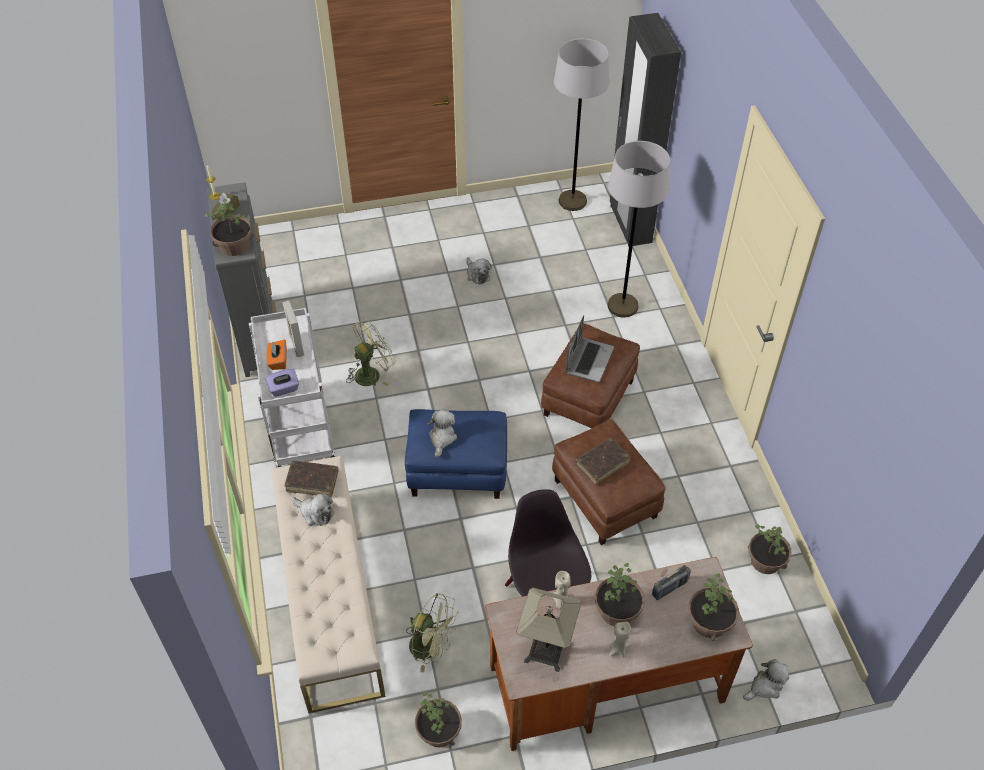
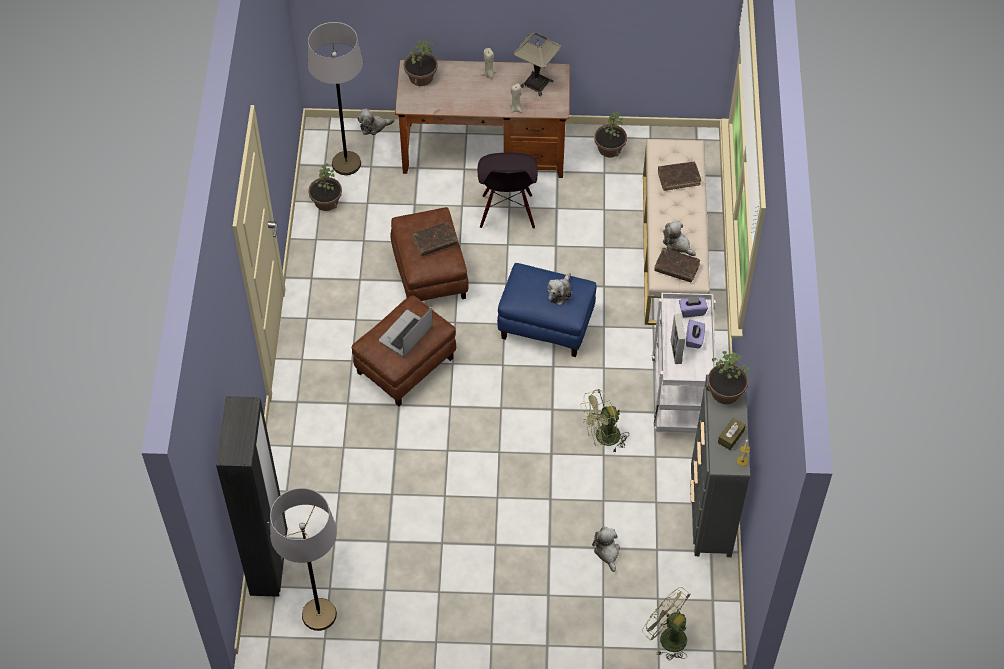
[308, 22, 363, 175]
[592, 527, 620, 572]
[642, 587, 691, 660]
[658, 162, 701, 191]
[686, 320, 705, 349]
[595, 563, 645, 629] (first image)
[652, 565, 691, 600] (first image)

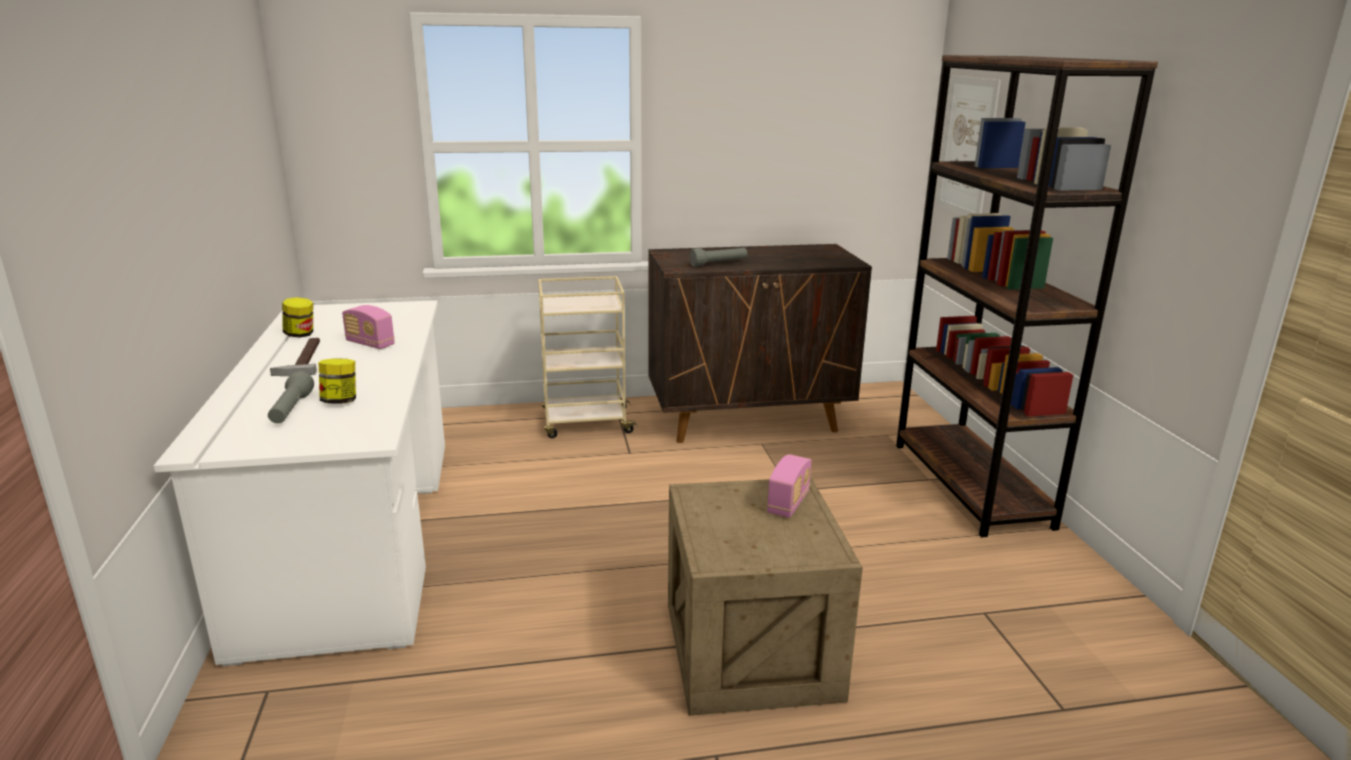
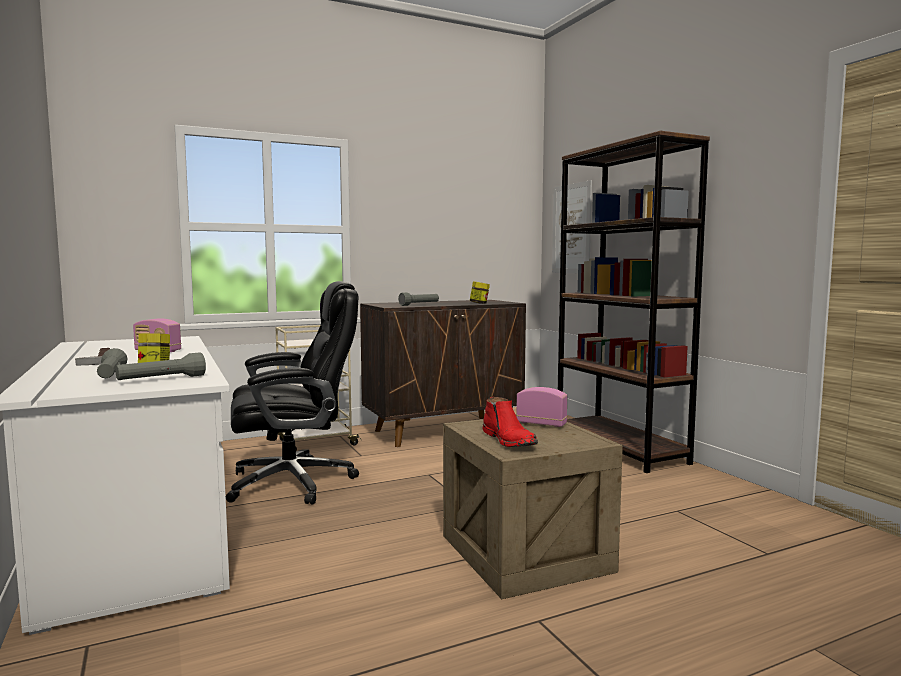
[115, 352, 206, 380]
[226, 281, 359, 505]
[470, 281, 490, 304]
[483, 397, 538, 447]
[516, 387, 567, 427]

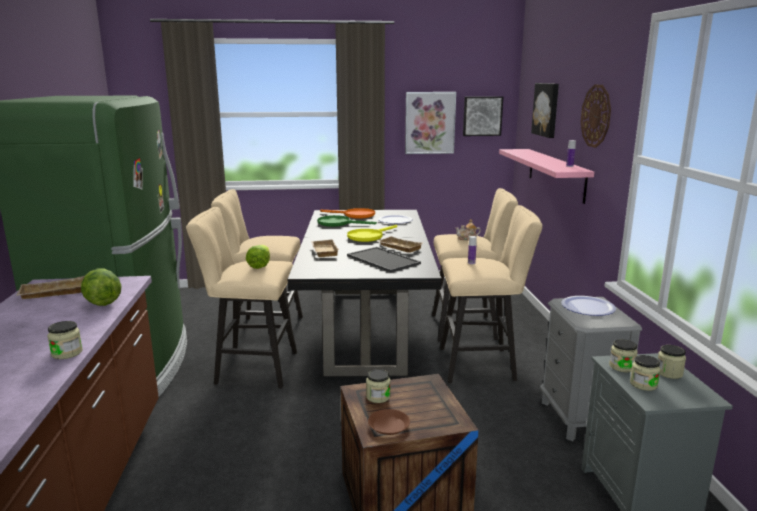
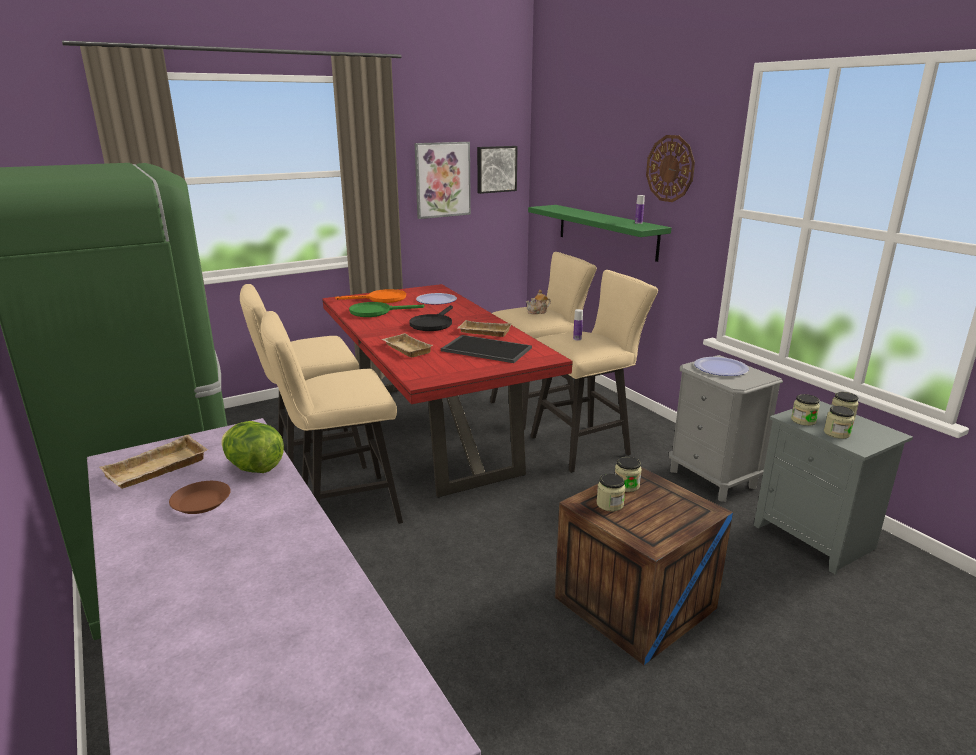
[169, 481, 231, 514]
[322, 284, 573, 498]
[409, 305, 453, 331]
[528, 205, 672, 262]
[615, 456, 642, 492]
[246, 245, 270, 269] (first image)
[531, 83, 559, 138] (first image)

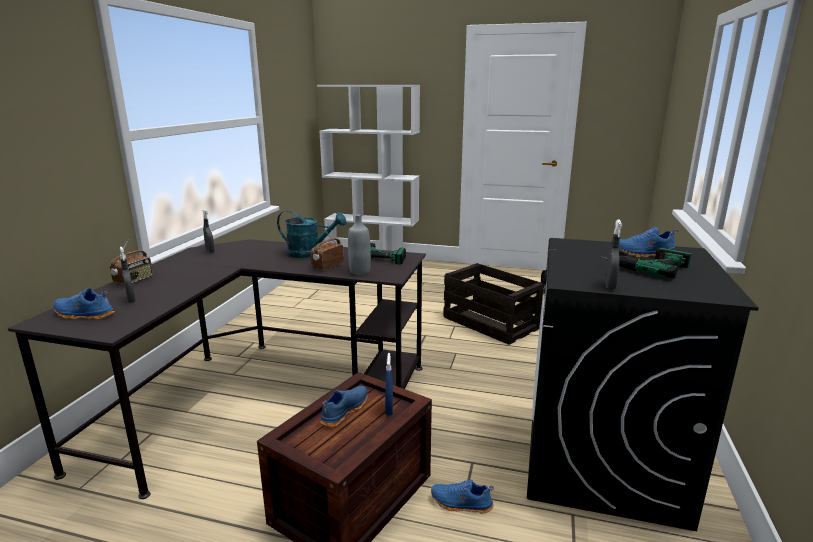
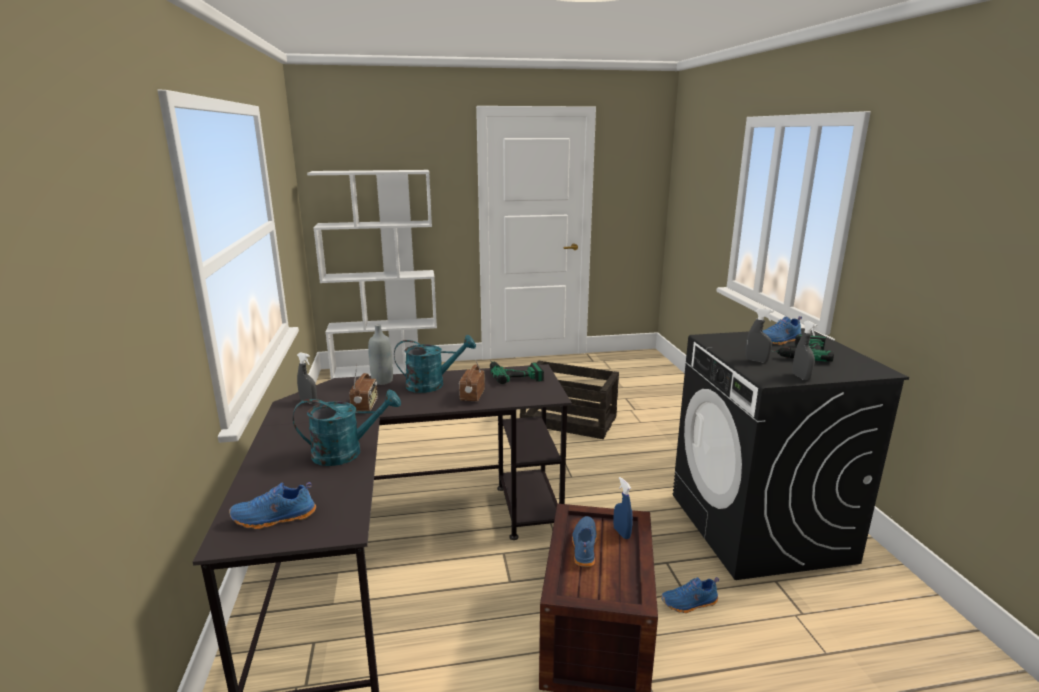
[293, 390, 401, 466]
[349, 364, 378, 411]
[368, 324, 393, 385]
[745, 308, 774, 363]

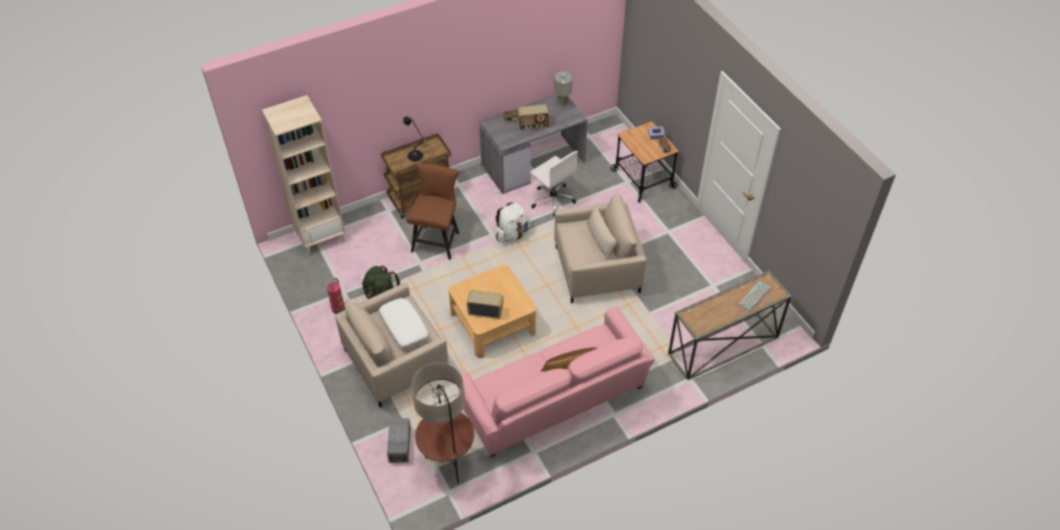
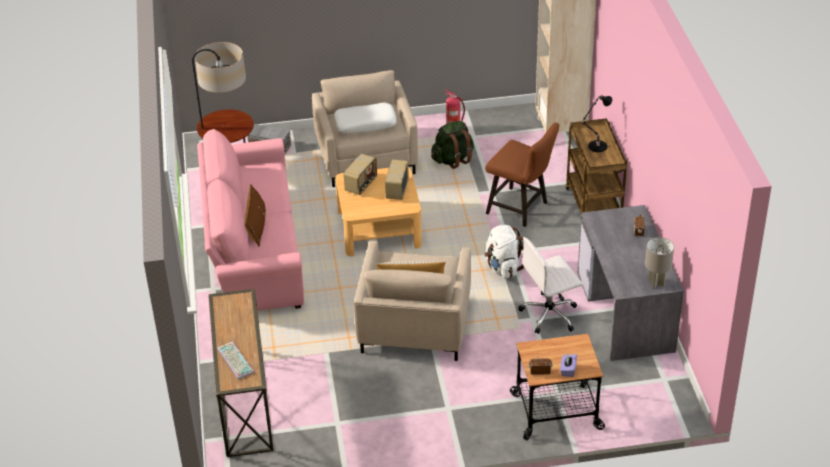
[385, 159, 409, 200]

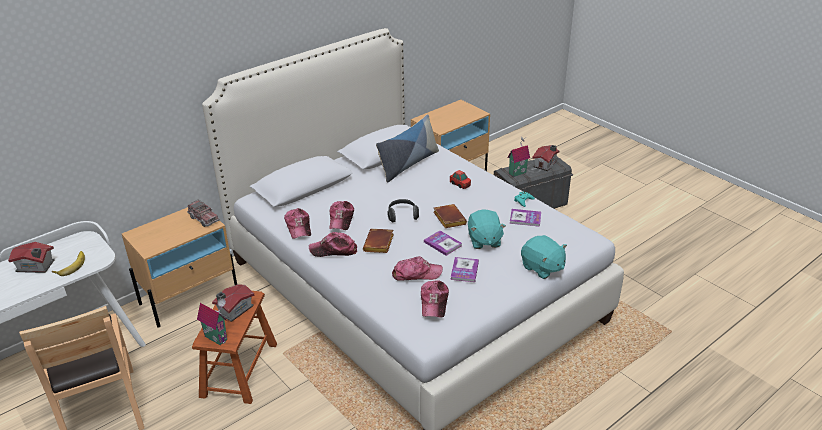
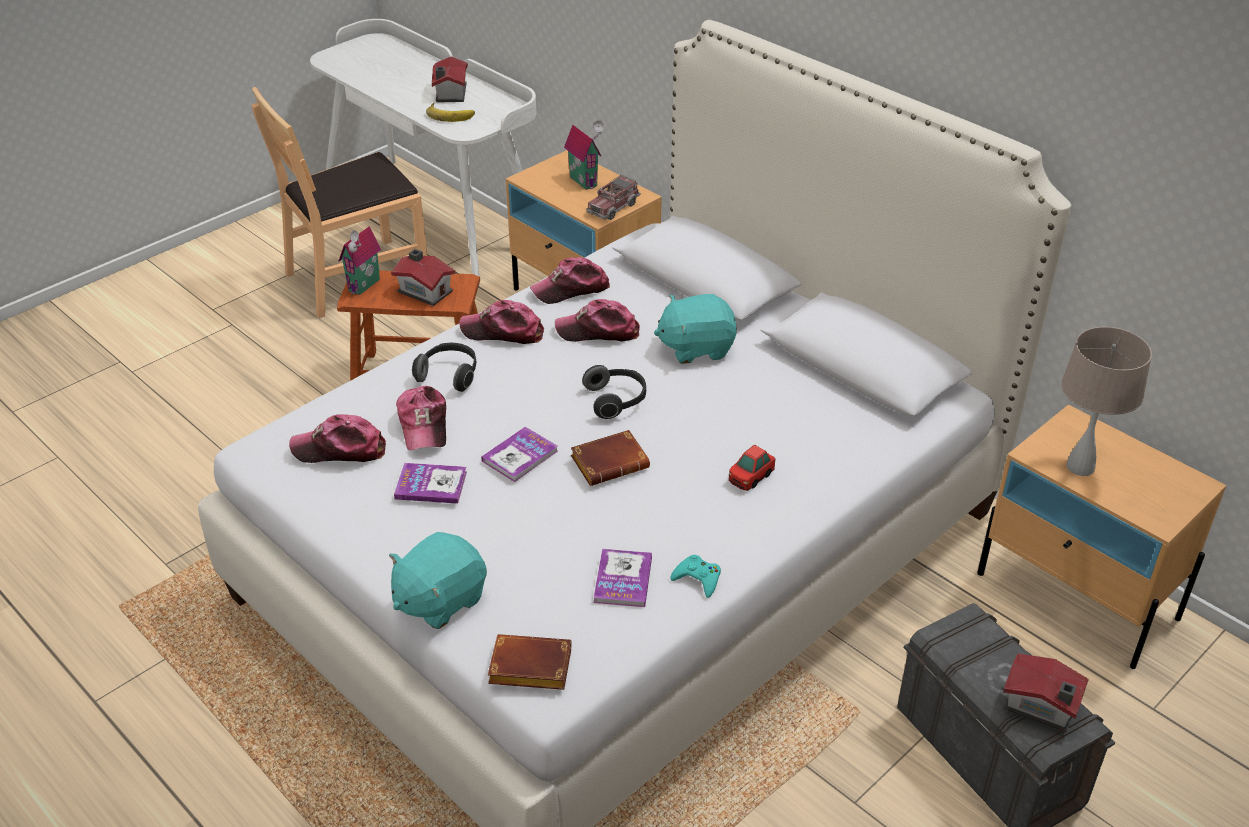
[412, 343, 476, 392]
[459, 300, 544, 344]
[488, 634, 572, 690]
[564, 120, 604, 190]
[654, 294, 737, 364]
[1061, 327, 1152, 476]
[376, 114, 439, 182] (first image)

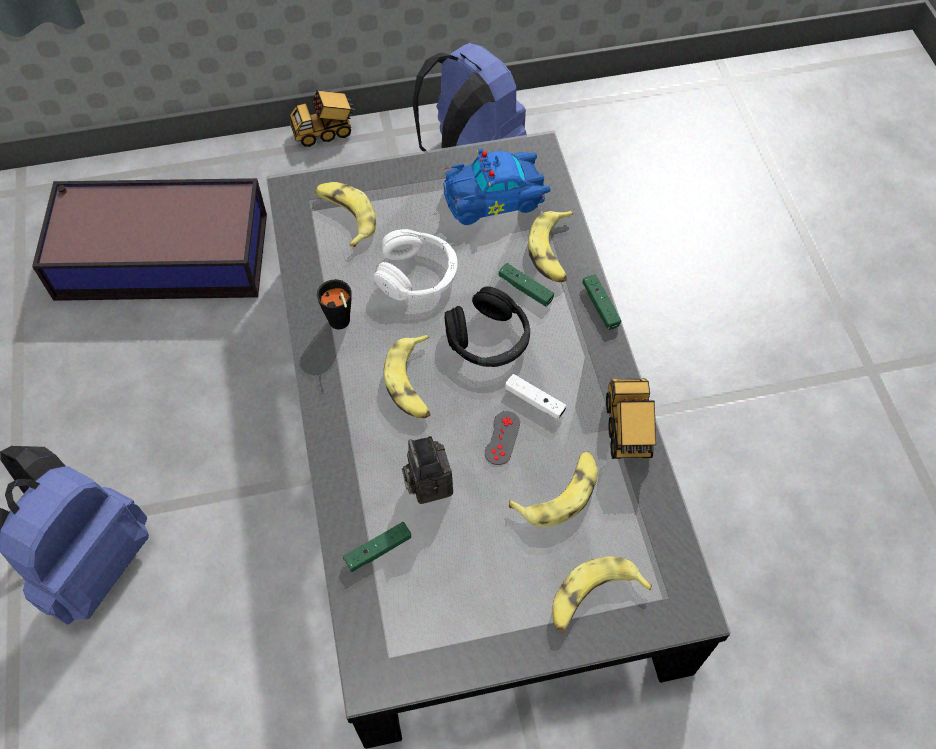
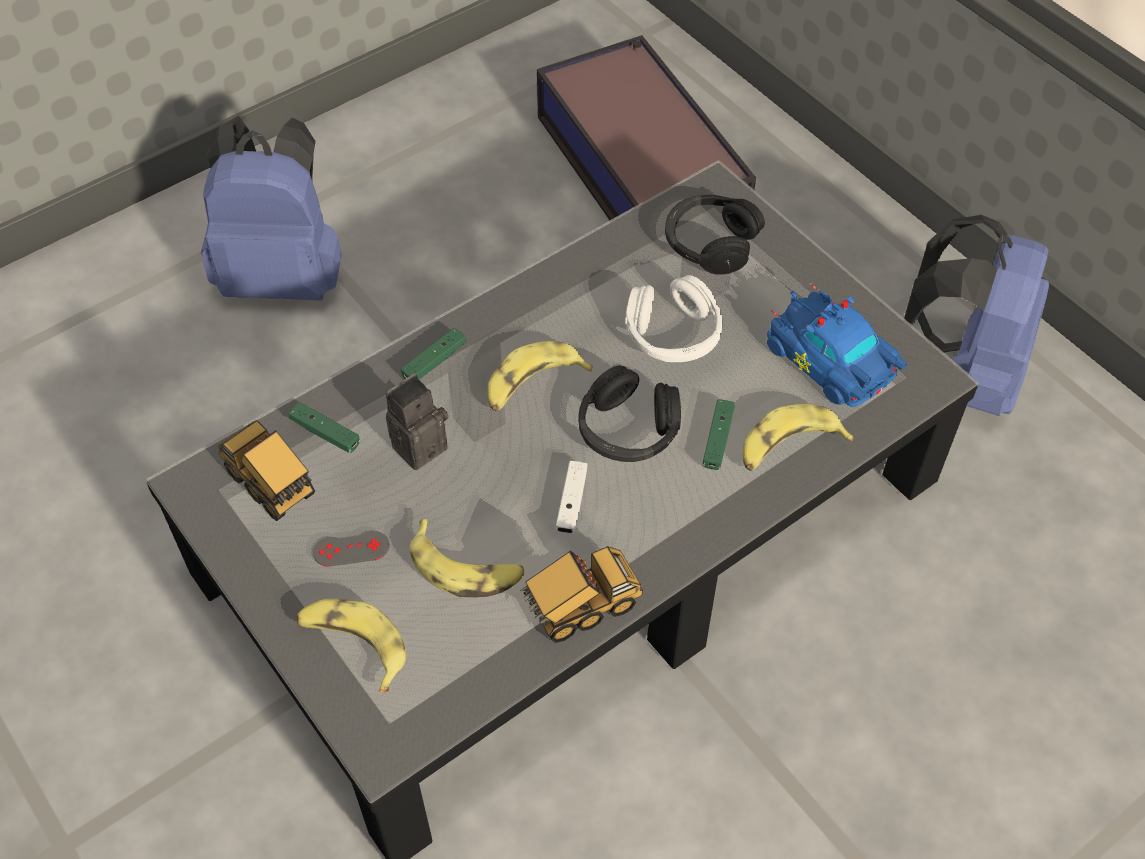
[218, 420, 315, 521]
[313, 531, 389, 566]
[401, 328, 466, 379]
[665, 195, 765, 275]
[317, 279, 352, 330] (first image)

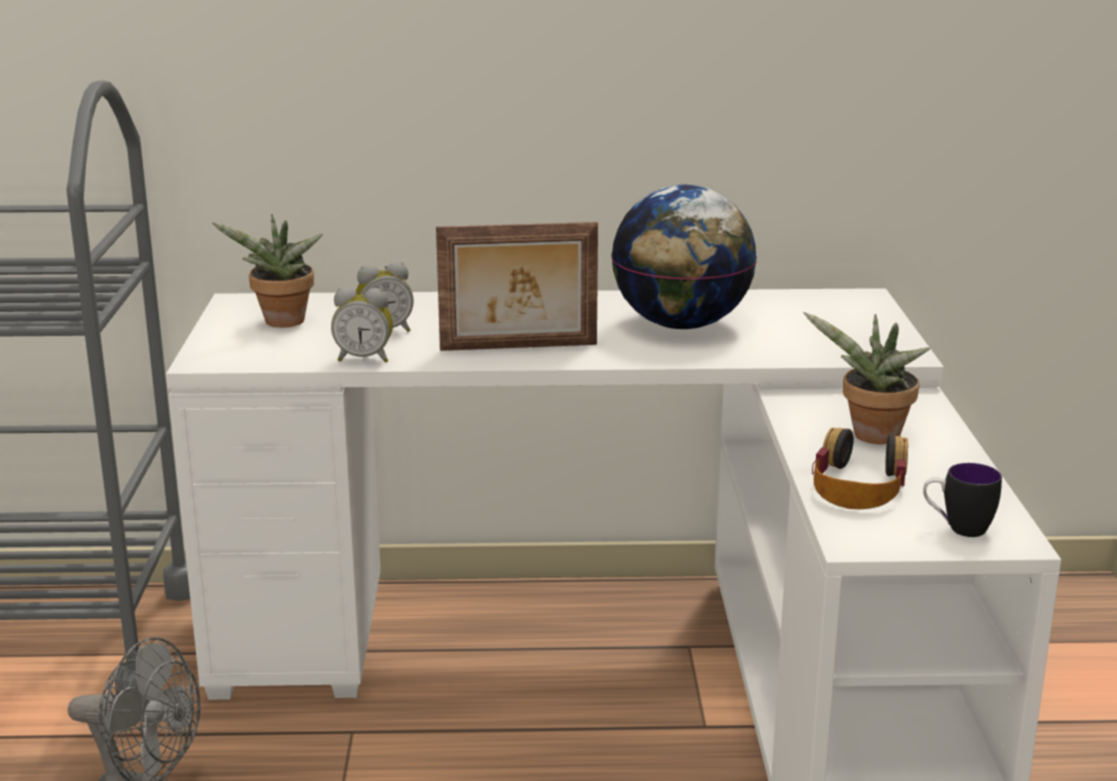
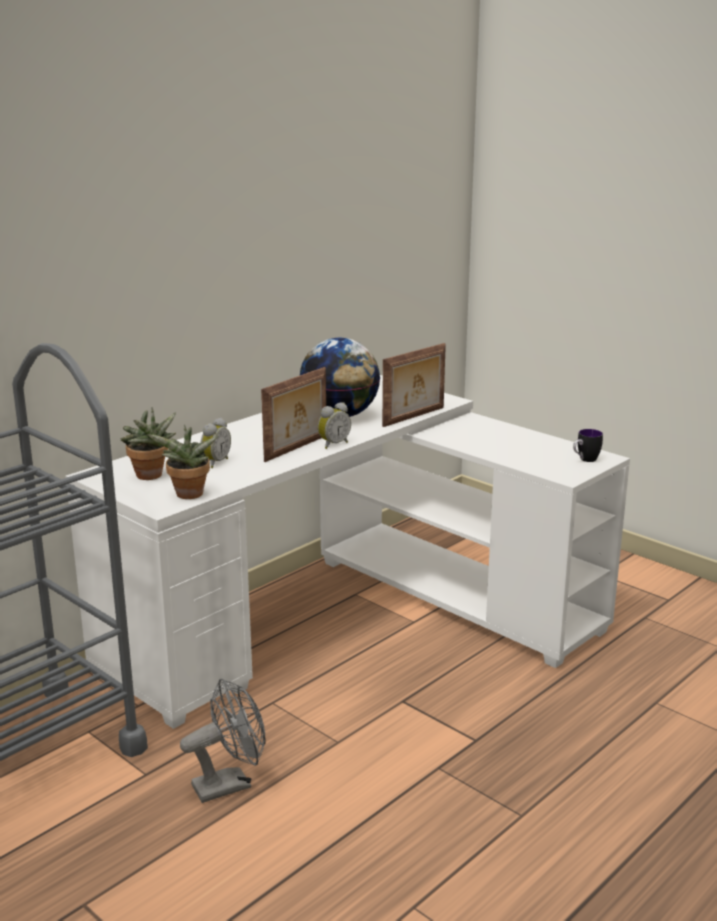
[147, 425, 218, 499]
[318, 402, 351, 449]
[382, 343, 446, 427]
[812, 428, 908, 509] (first image)

